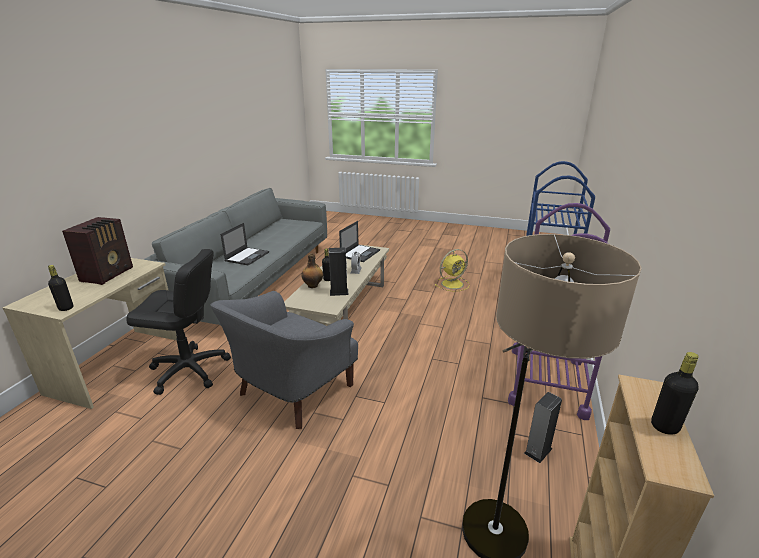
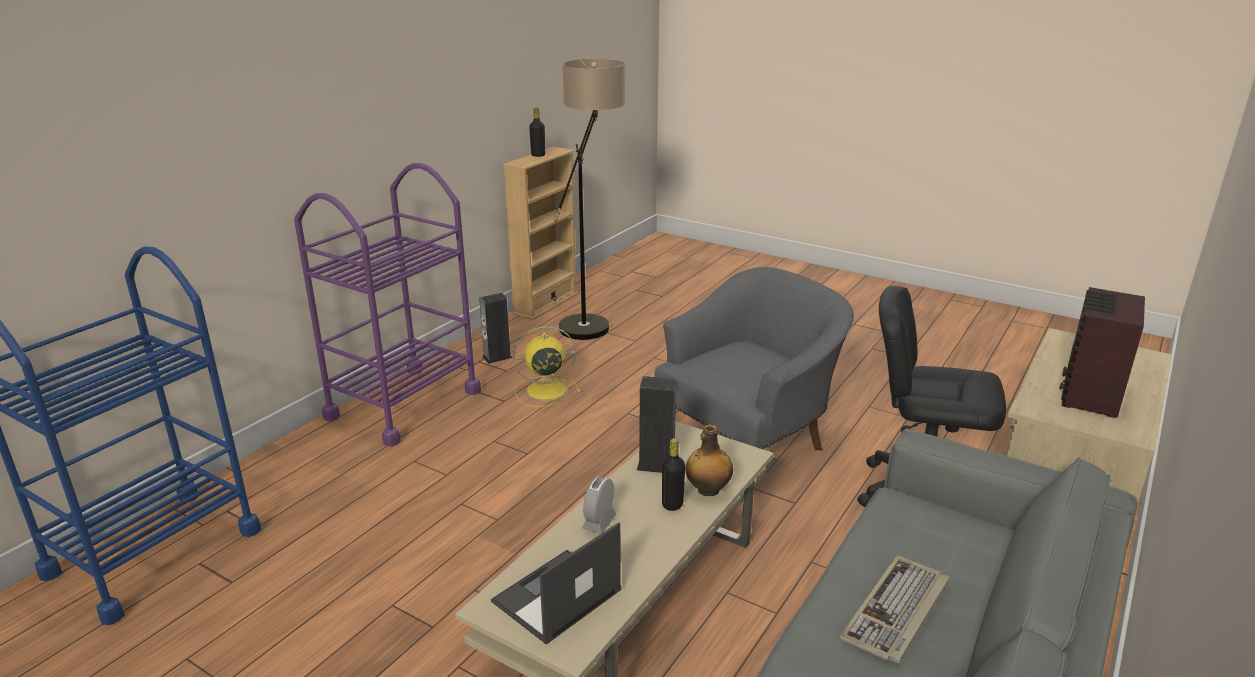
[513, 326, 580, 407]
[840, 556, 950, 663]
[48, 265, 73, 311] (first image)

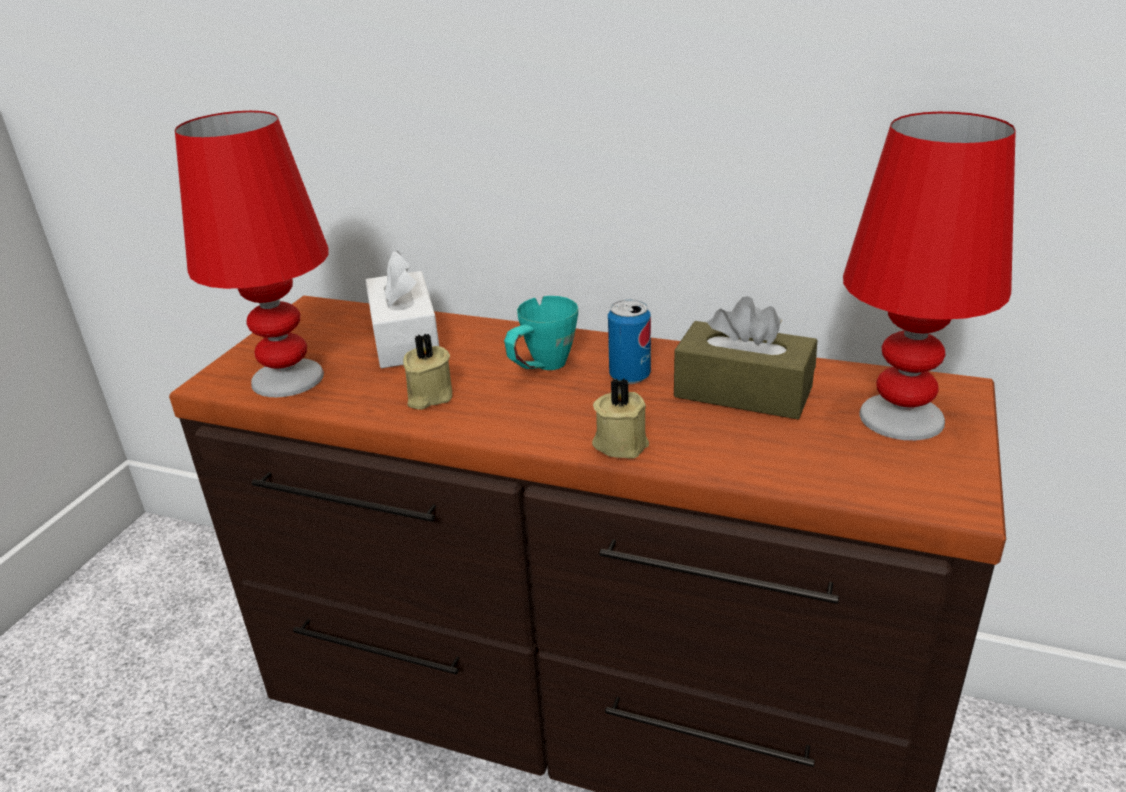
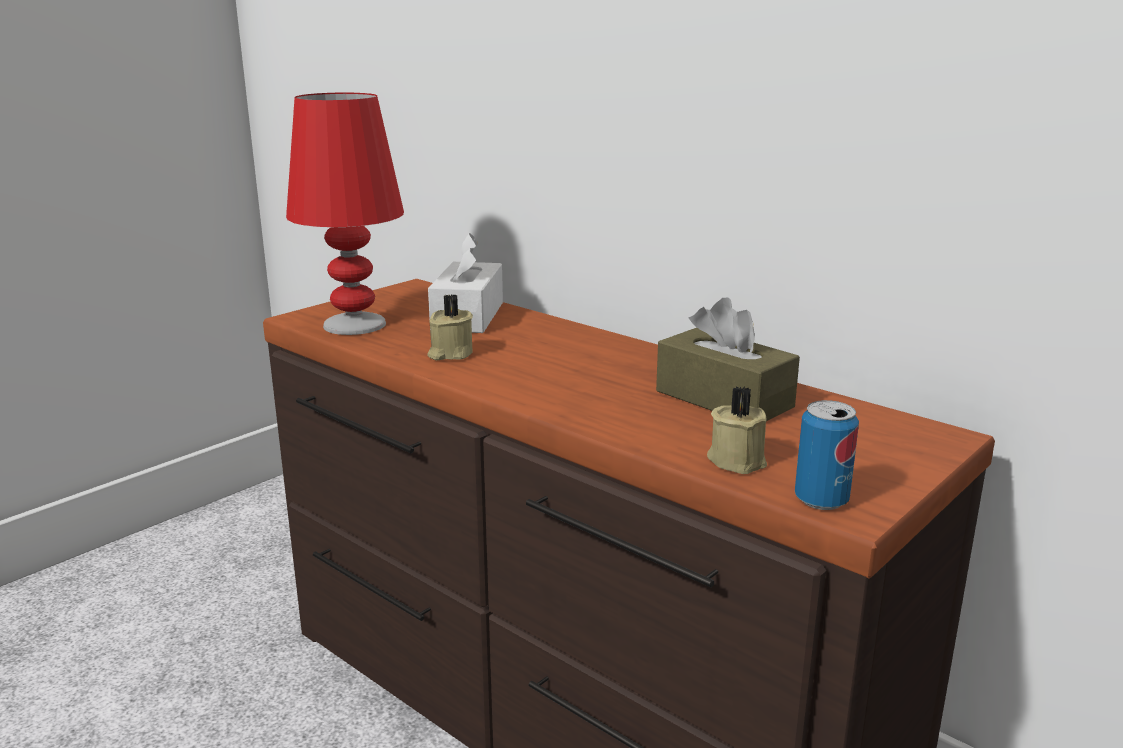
[707, 386, 767, 474]
[795, 400, 859, 510]
[504, 296, 578, 370] (first image)
[843, 112, 1016, 441] (first image)

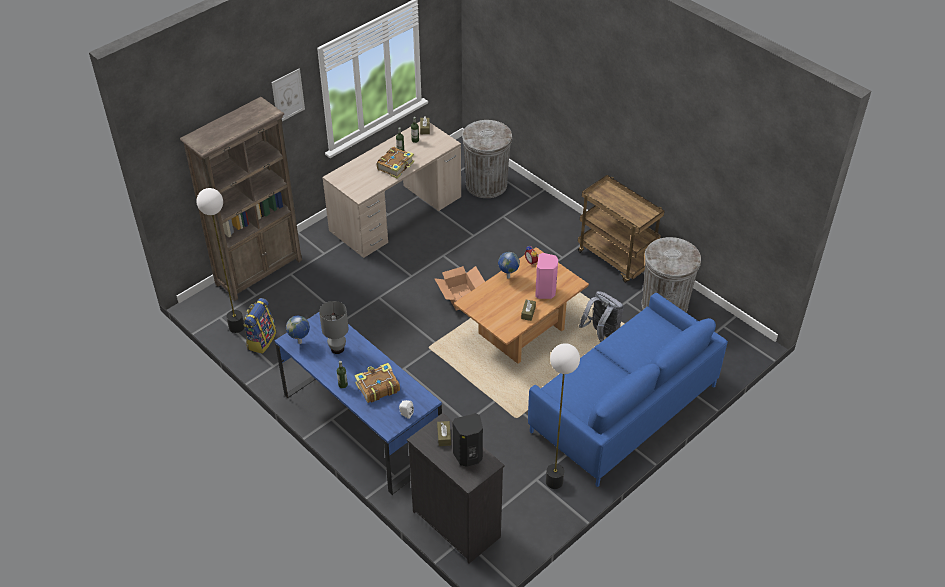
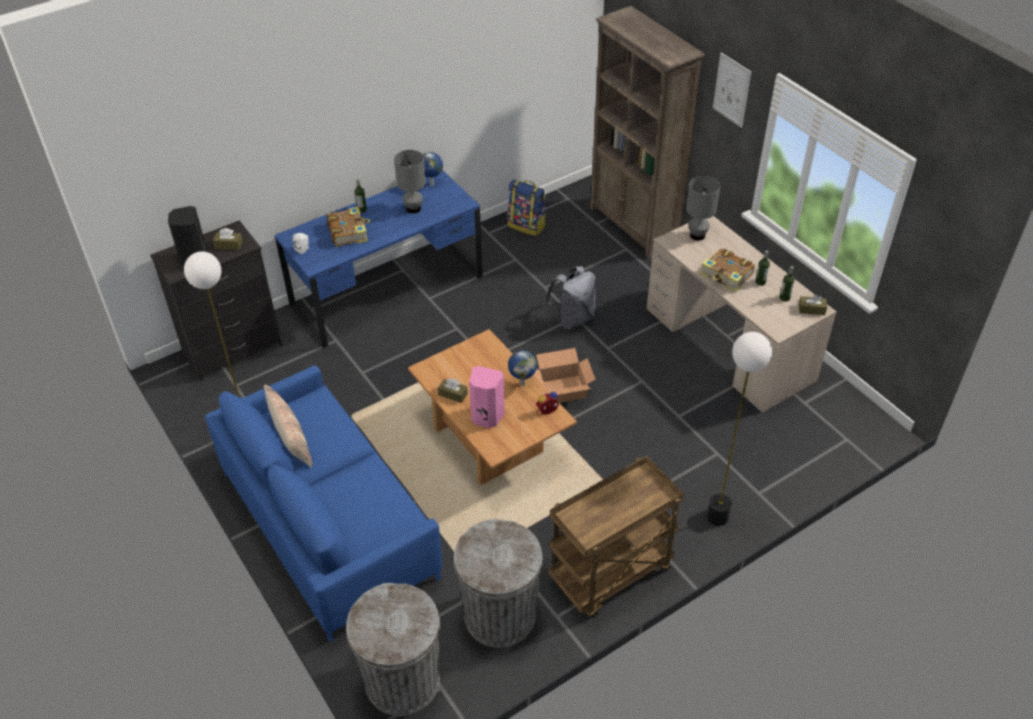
[264, 384, 312, 468]
[346, 583, 440, 716]
[545, 266, 596, 330]
[686, 176, 720, 241]
[707, 332, 772, 526]

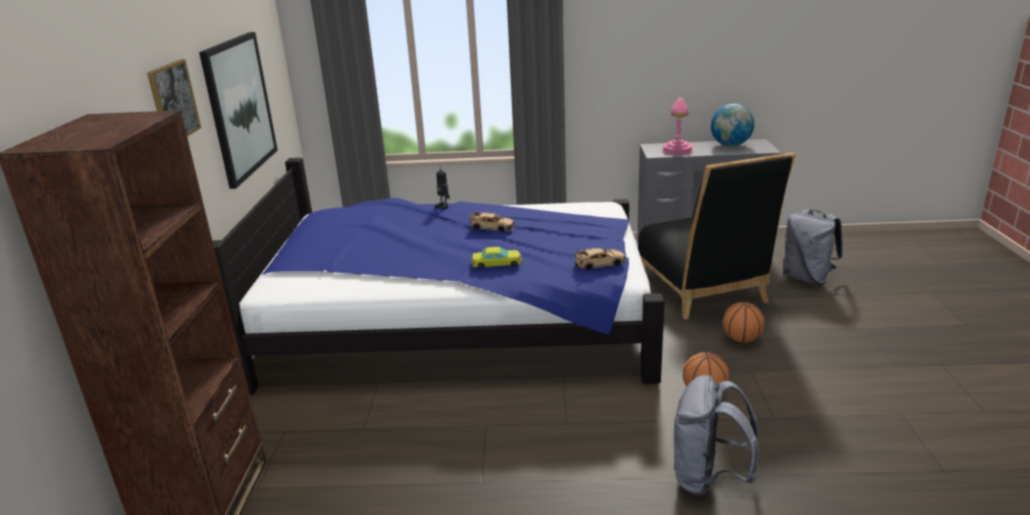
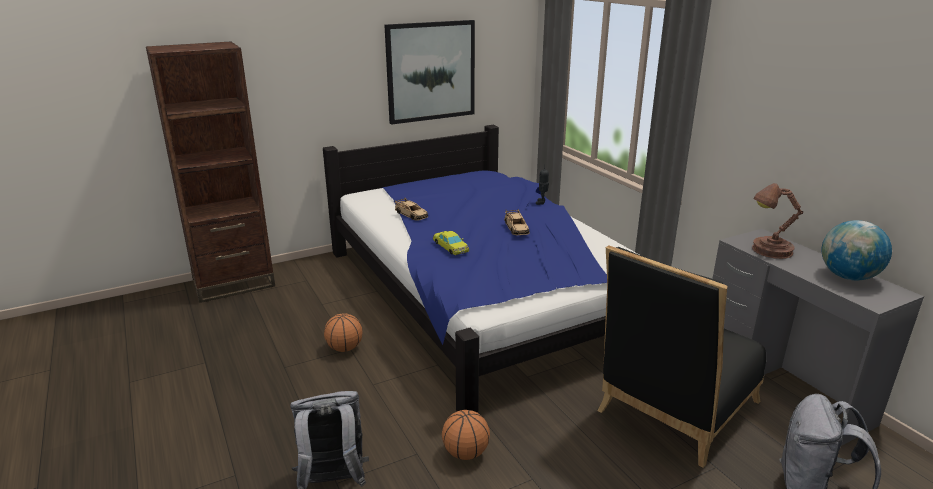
[324, 313, 363, 352]
[394, 197, 428, 220]
[752, 183, 803, 259]
[147, 59, 201, 136] (first image)

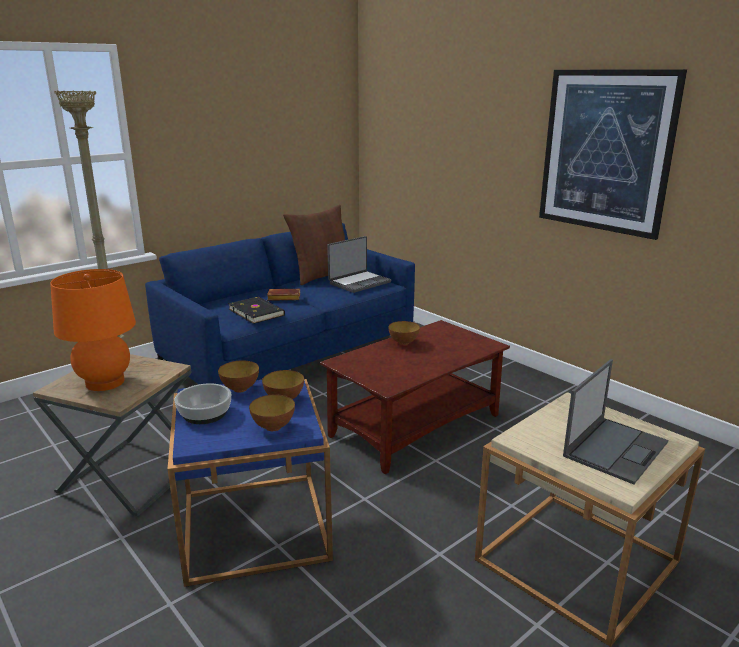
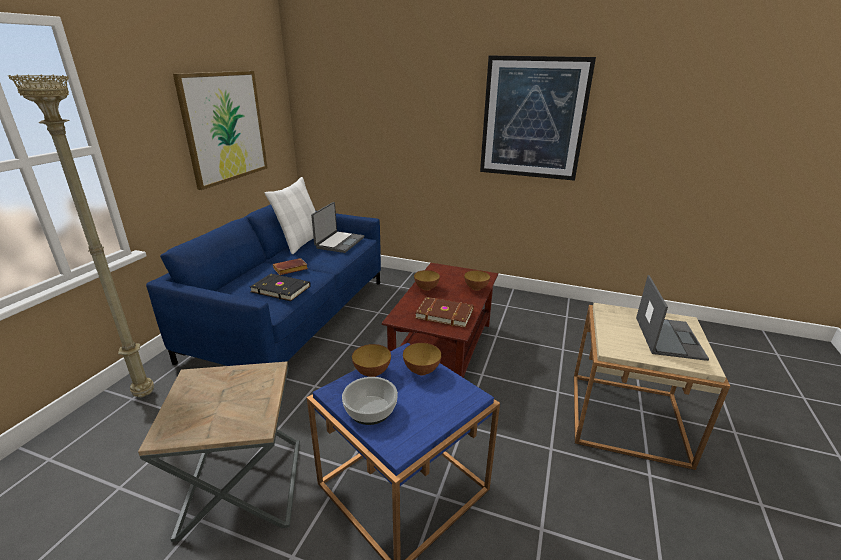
[173, 71, 268, 190]
[265, 177, 316, 254]
[415, 297, 474, 328]
[464, 270, 490, 291]
[50, 269, 136, 391] (first image)

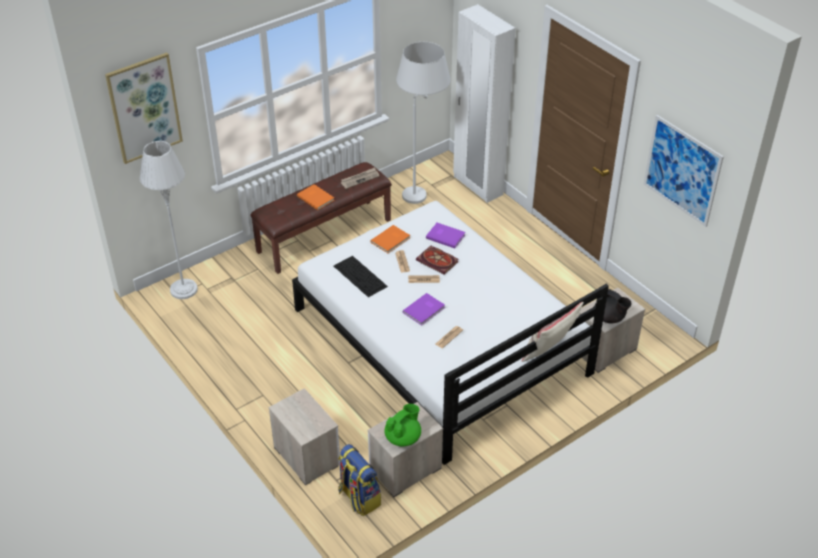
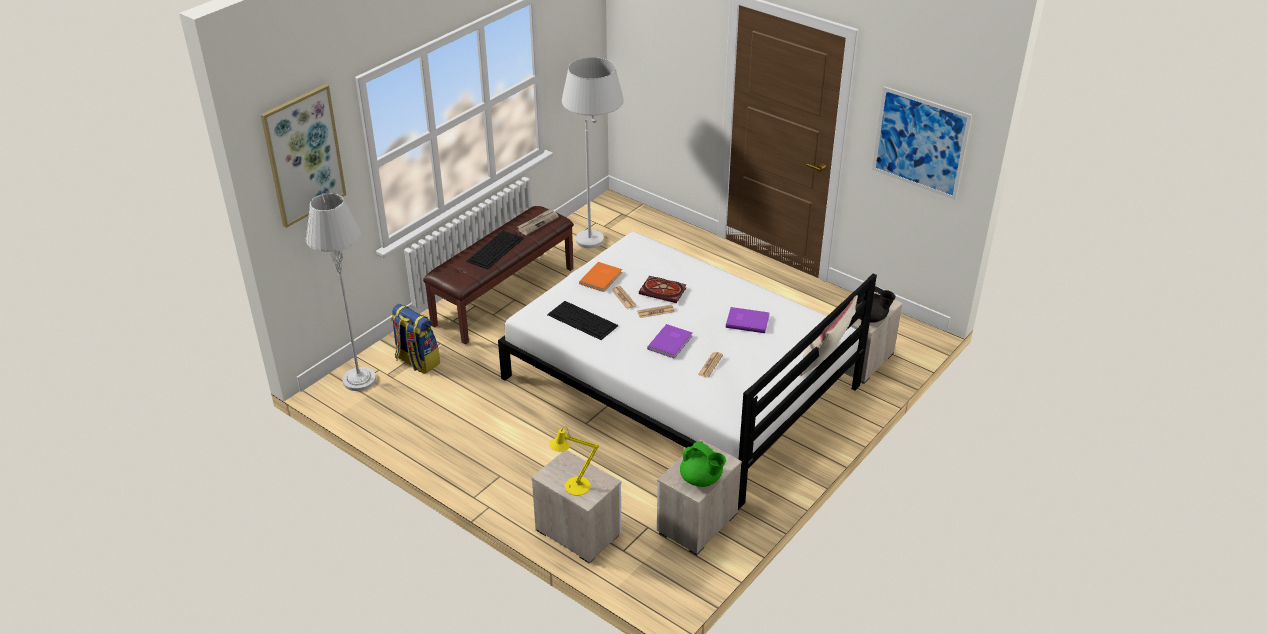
[391, 304, 440, 374]
[466, 231, 524, 269]
[549, 426, 599, 496]
[680, 441, 726, 487]
[726, 307, 770, 333]
[453, 4, 516, 203] (first image)

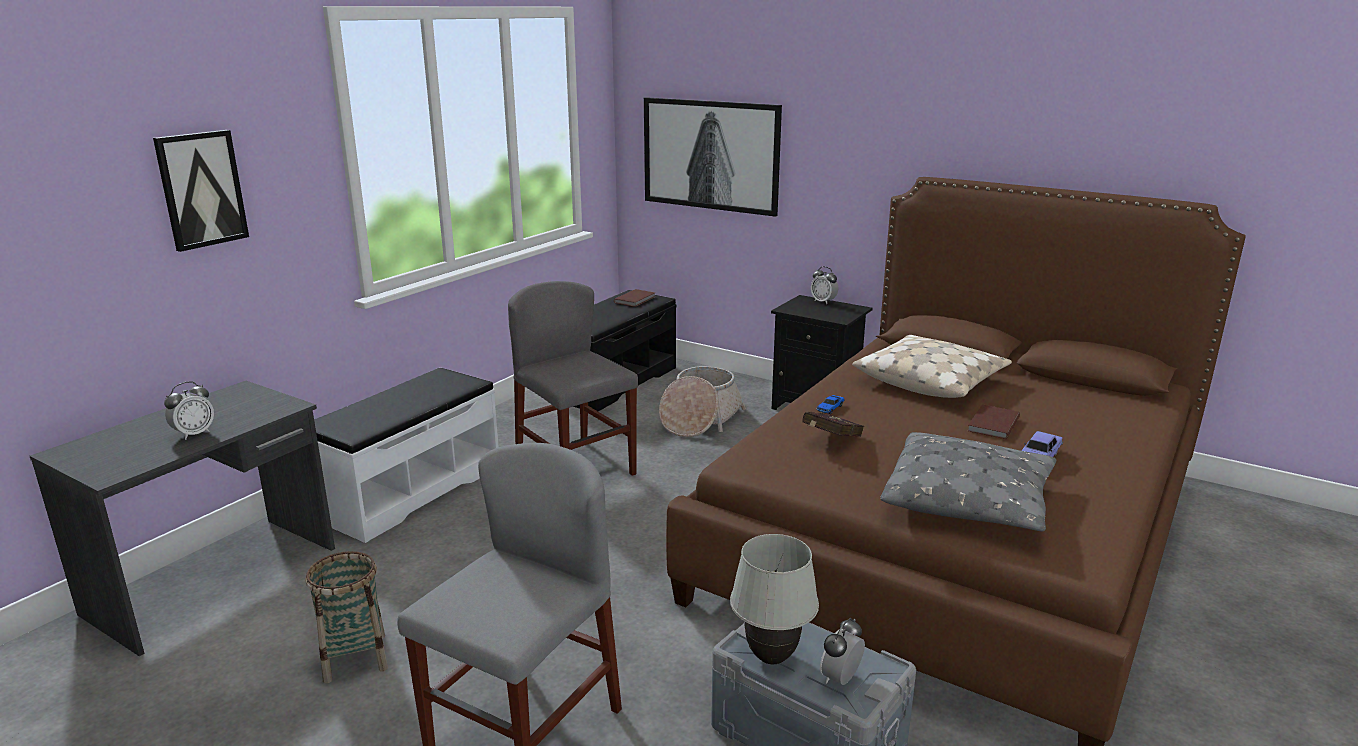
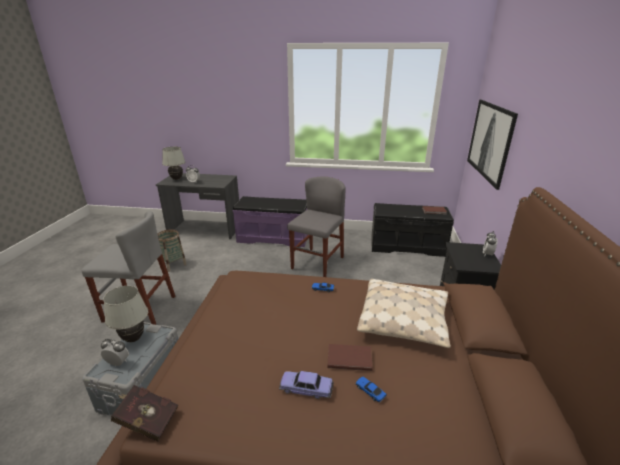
[111, 385, 178, 442]
[162, 147, 186, 180]
[233, 196, 308, 247]
[355, 376, 387, 402]
[153, 130, 249, 252] (first image)
[659, 366, 746, 437] (first image)
[880, 432, 1056, 531] (first image)

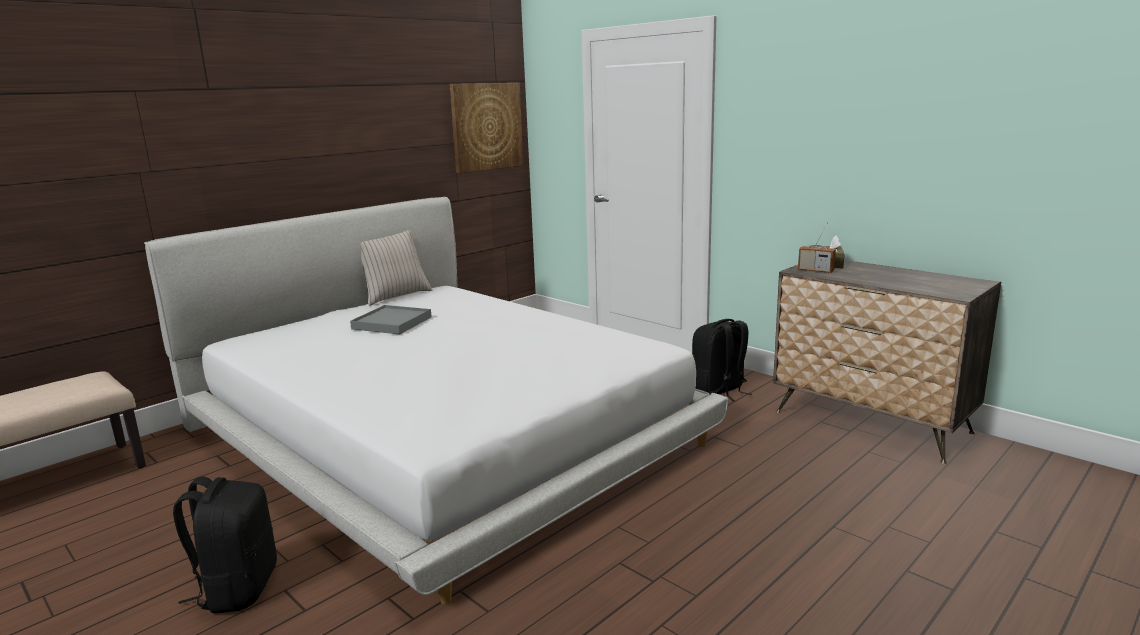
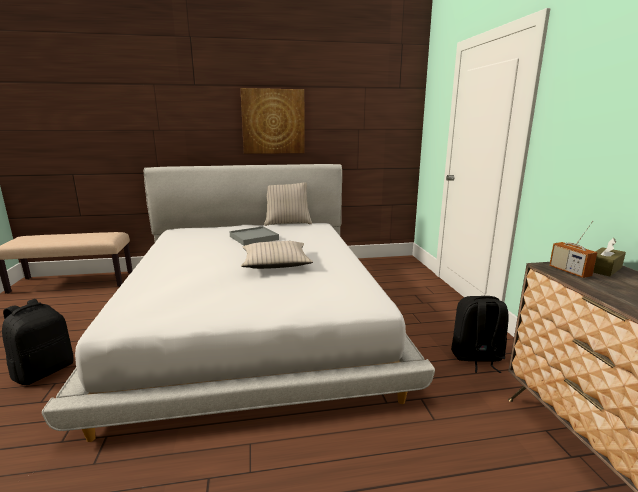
[240, 88, 305, 154]
[241, 241, 313, 269]

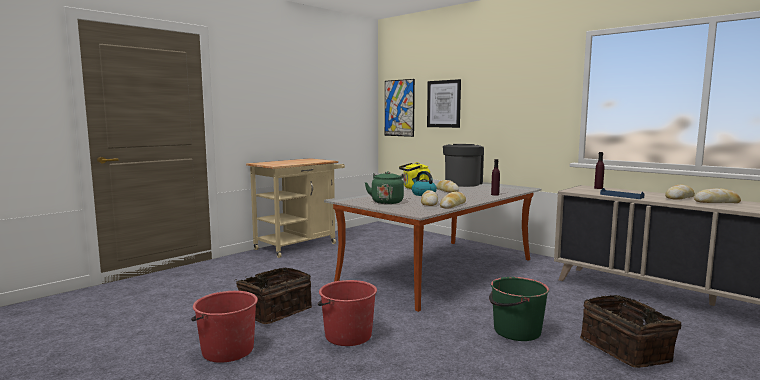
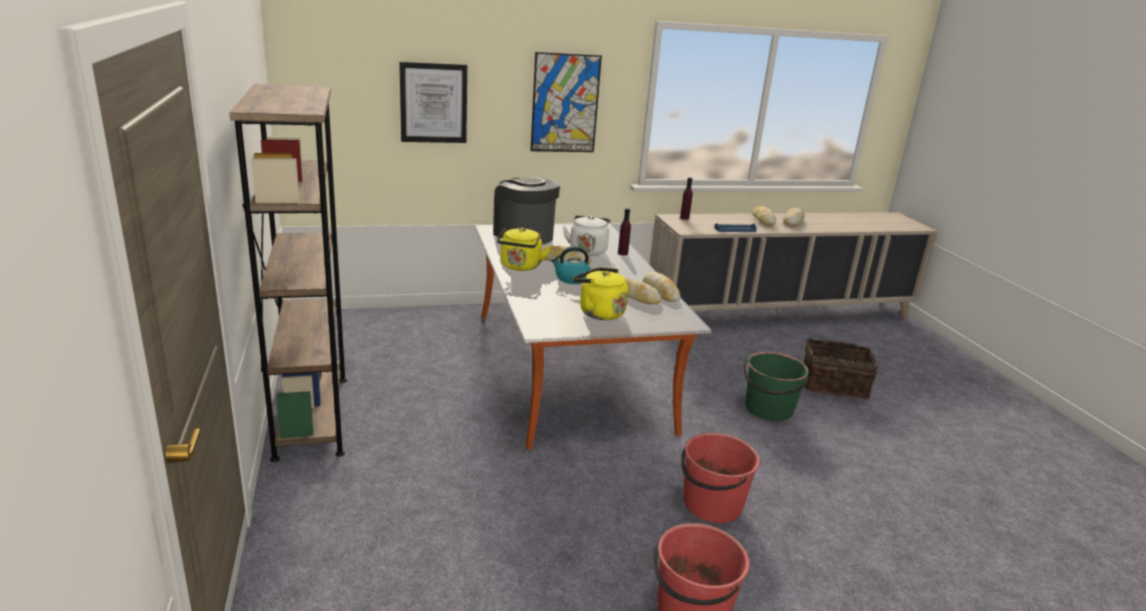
[230, 84, 347, 462]
[530, 52, 602, 152]
[563, 215, 610, 256]
[573, 267, 628, 320]
[236, 268, 312, 324] (first image)

